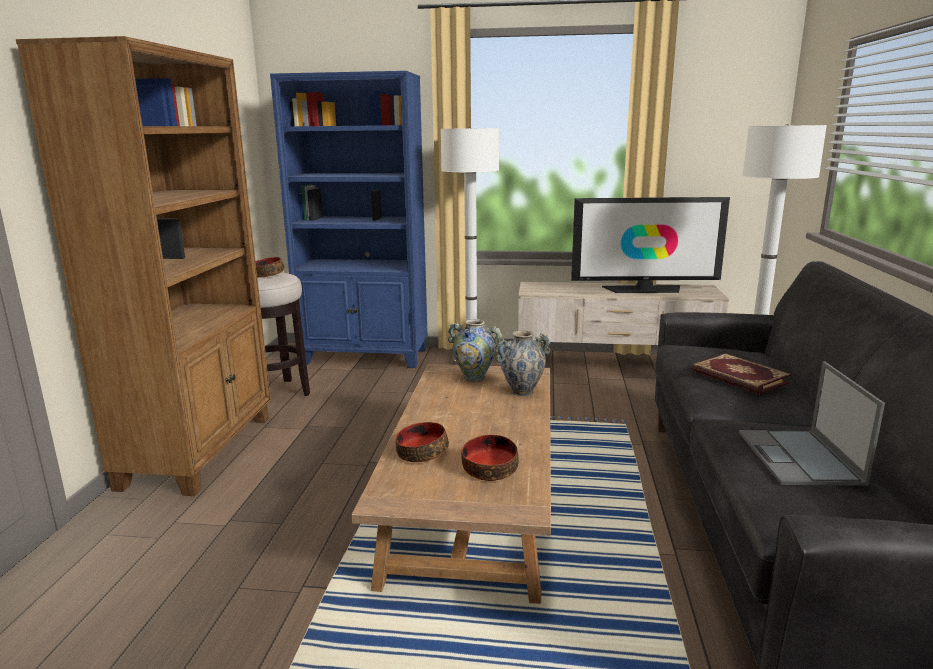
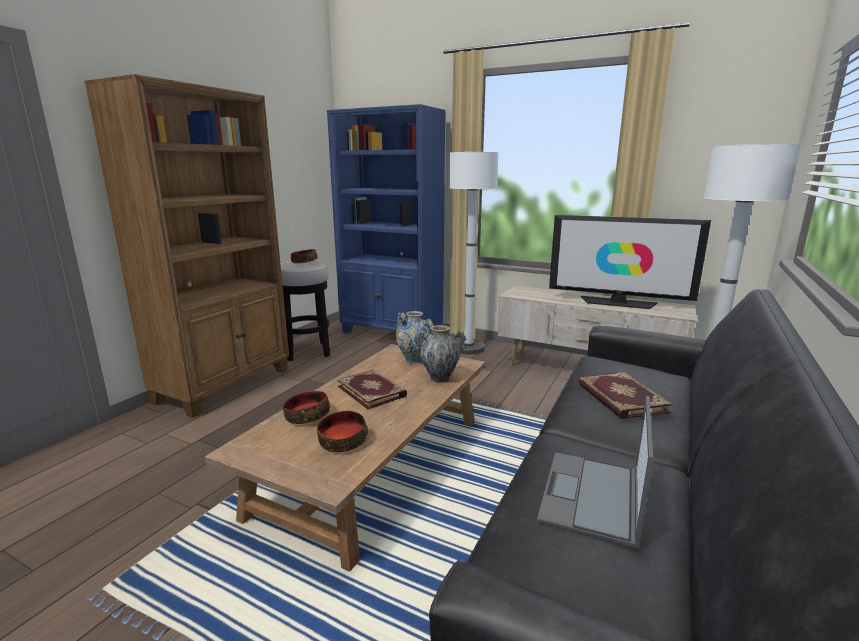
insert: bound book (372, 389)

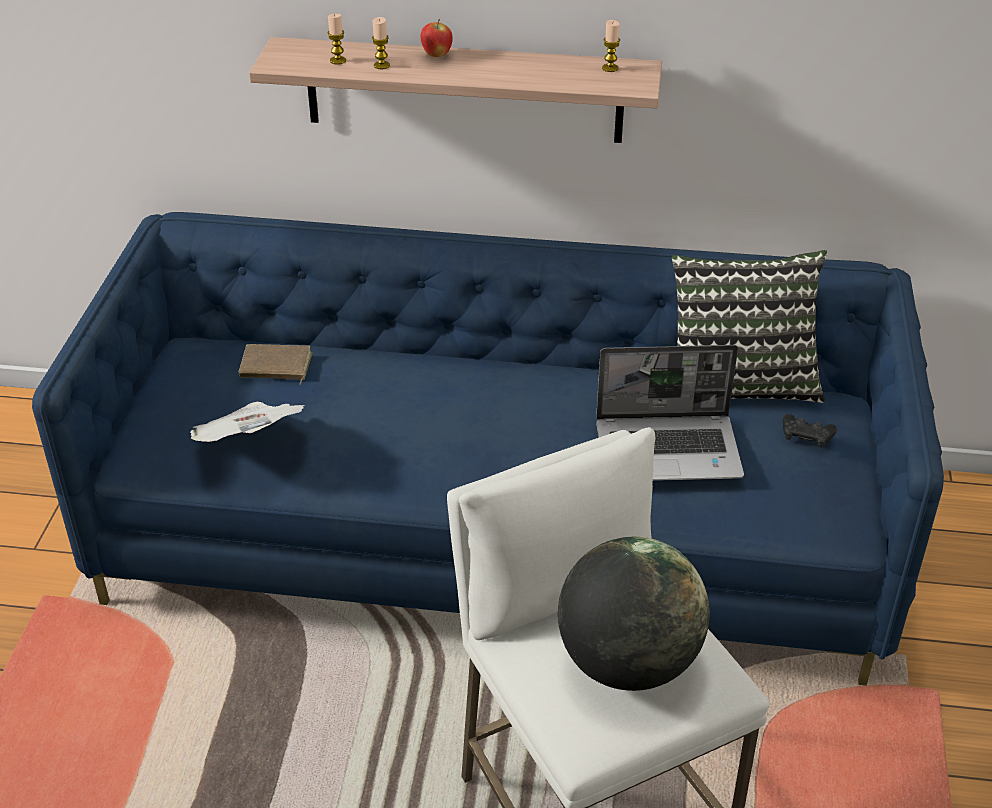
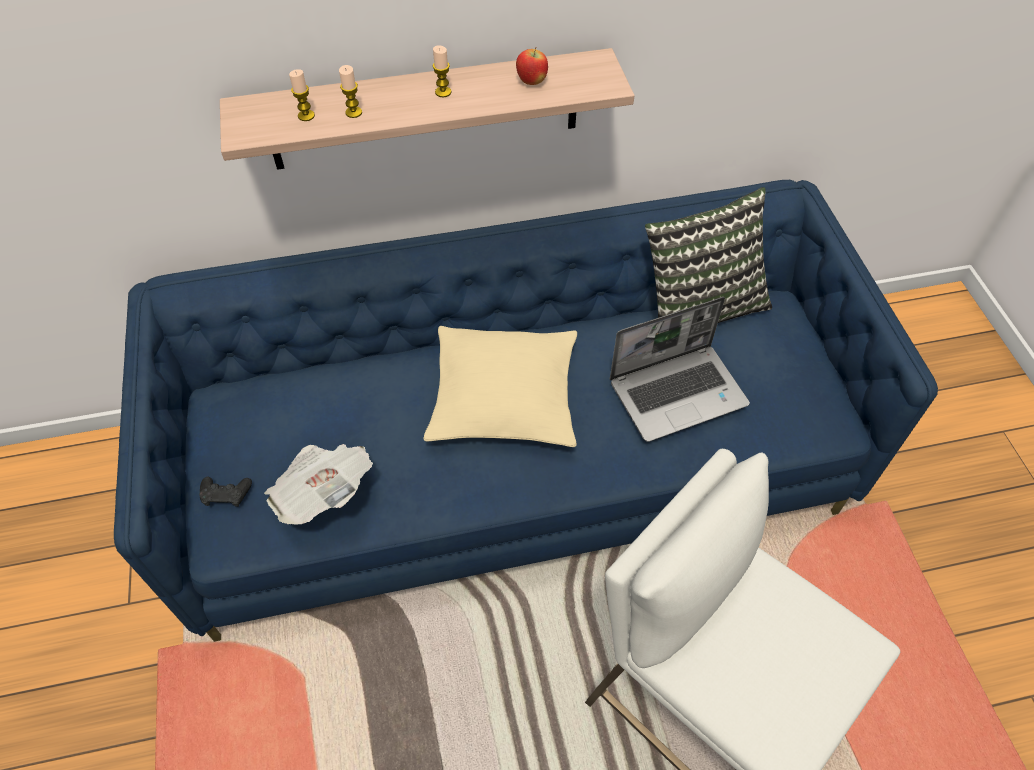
delete: bound book (brown-coloured) (275, 364); world globe (634, 614)
insert: pillow (beige) (500, 386)
move: gamepad (black) (810, 431) to (225, 492); candle (611, 46) to (442, 71); whole apple (436, 38) to (532, 66)

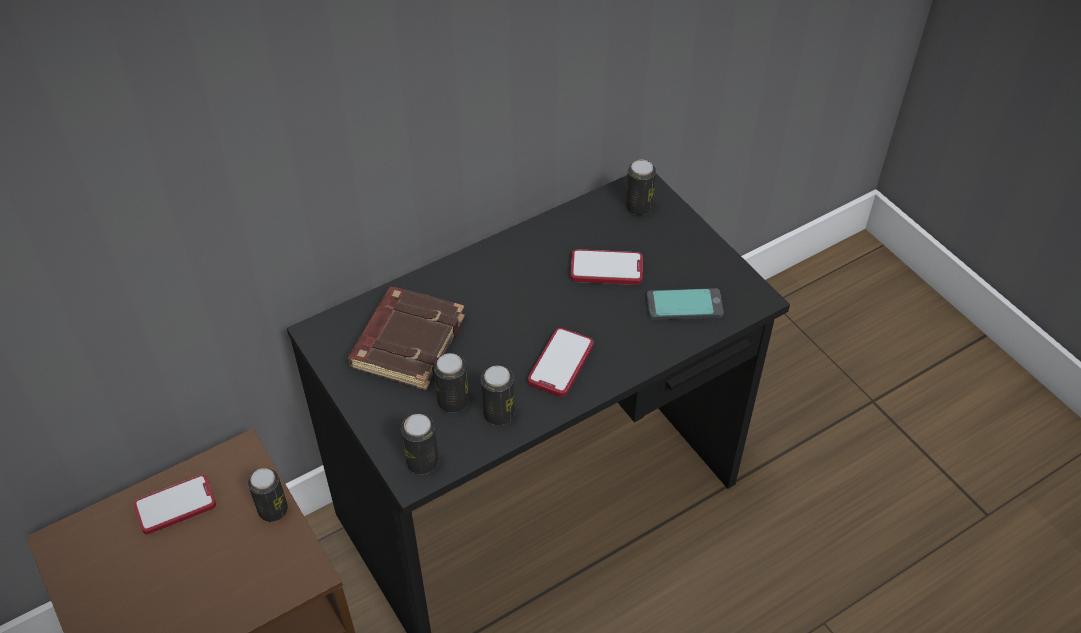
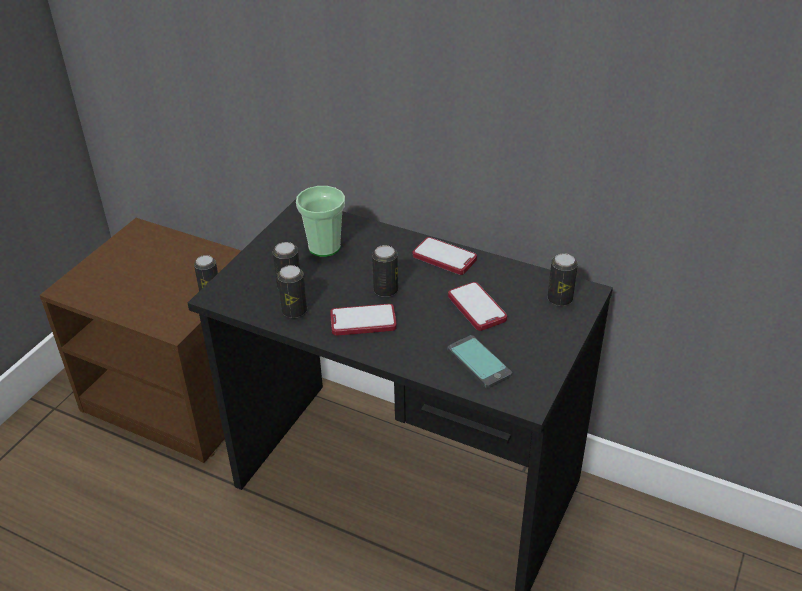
move: metal can (420, 444) to (385, 271); telephone (175, 505) to (445, 256)
replace: bound book (brown-coloured) (406, 338) to drinking cup (320, 221)

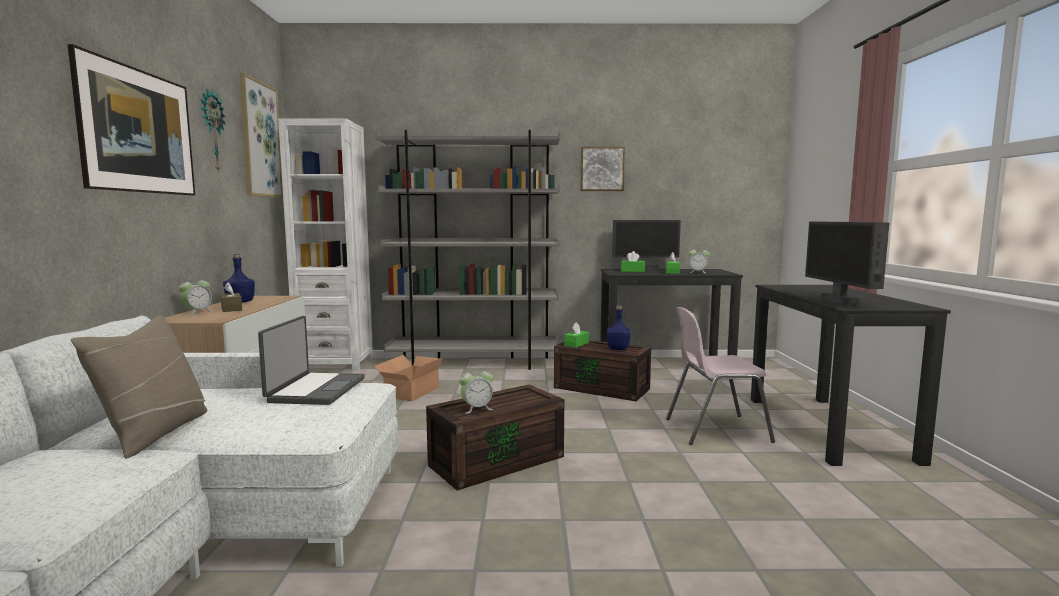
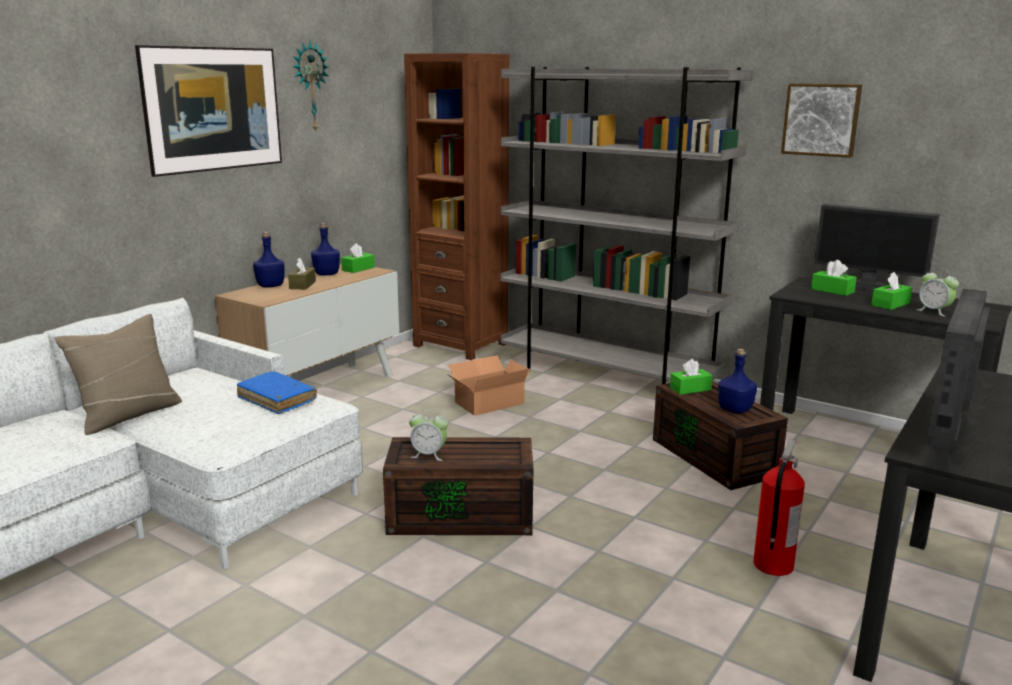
delete: wall picture (261, 135)
insert: box of tissues (greenish) (358, 258)
replace: notebook computer (311, 360) to bound book (bluish) (277, 392); bedside clock (196, 296) to drink bottle (bluish) (269, 259); upright chair (pink-coloured) (720, 376) to fire-fighting cylinder (779, 507)
recolor: shelving unit (white-coloured) (325, 244) to shelving unit (brown-coloured) (456, 206)

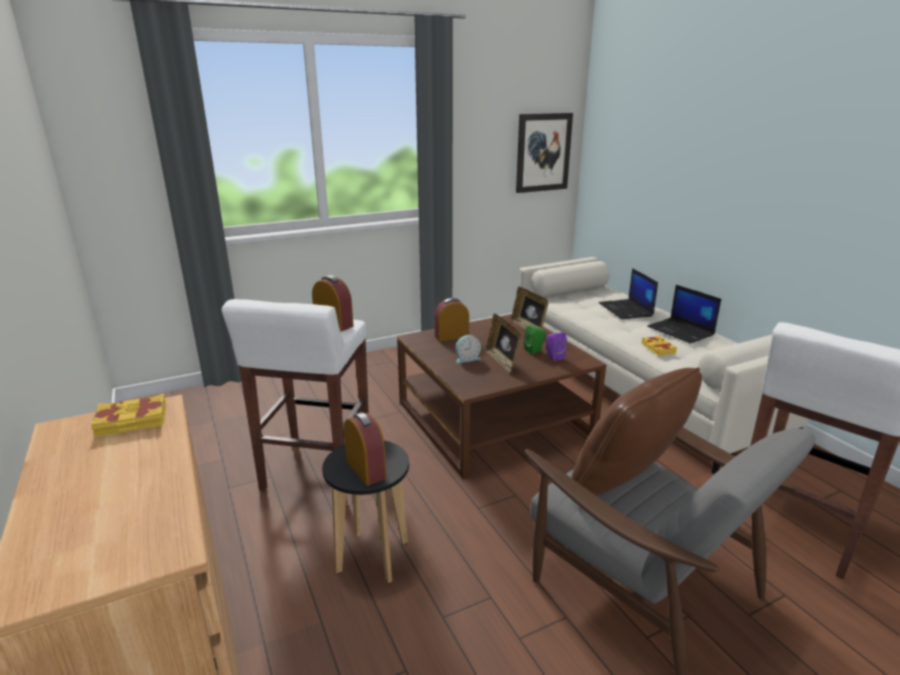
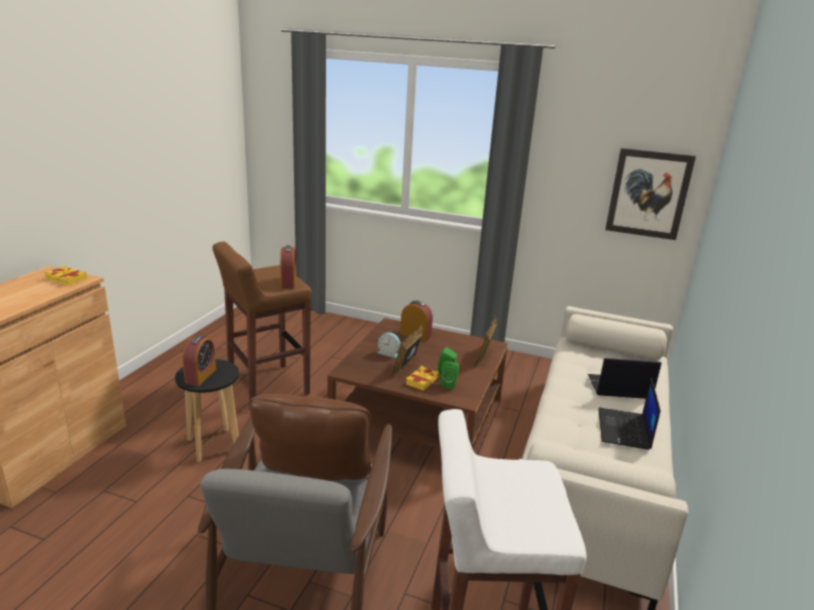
move: bound book (yellow-coloured) (659, 346) to (422, 378)
recolor: stool seat (white-coloured) (295, 395) to stool seat (brown-coloured) (262, 321); speaker (purple-coloured) (556, 346) to speaker (greenish) (449, 375)
rotate: notebook computer (628, 293) = (625, 378) 60 degrees clockwise

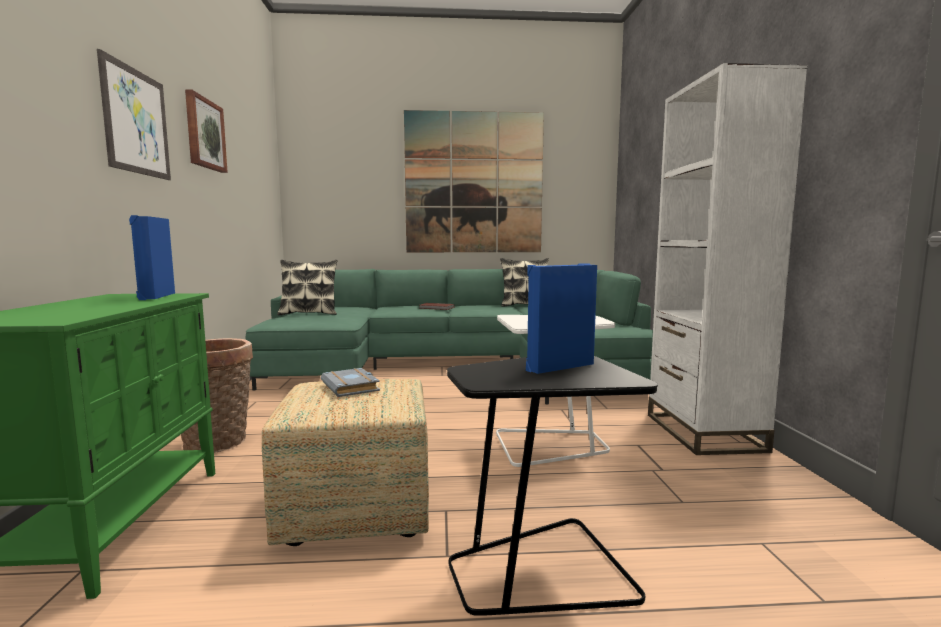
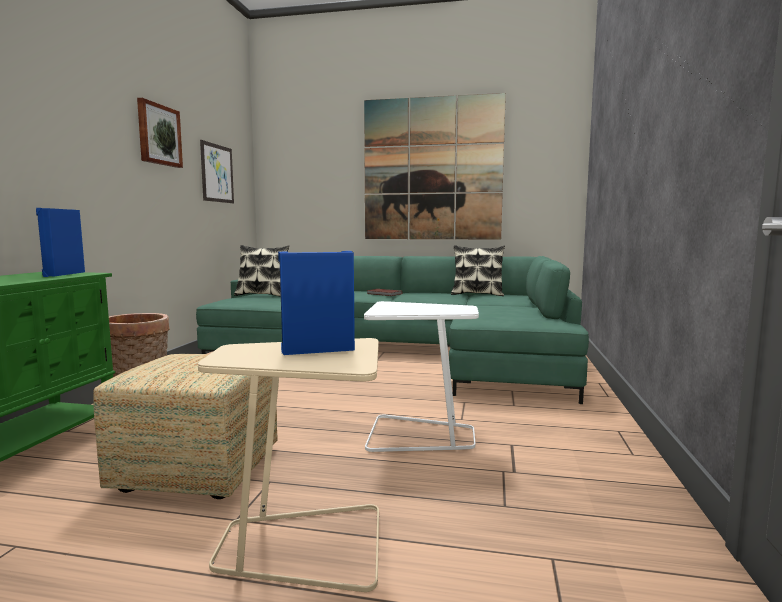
delete: bound book (gray) (350, 382); shelving unit (white-coloured) (728, 259)
move: wall picture (134, 114) to (217, 171)
recolor: accent table (black) (552, 486) to accent table (beige) (288, 465)

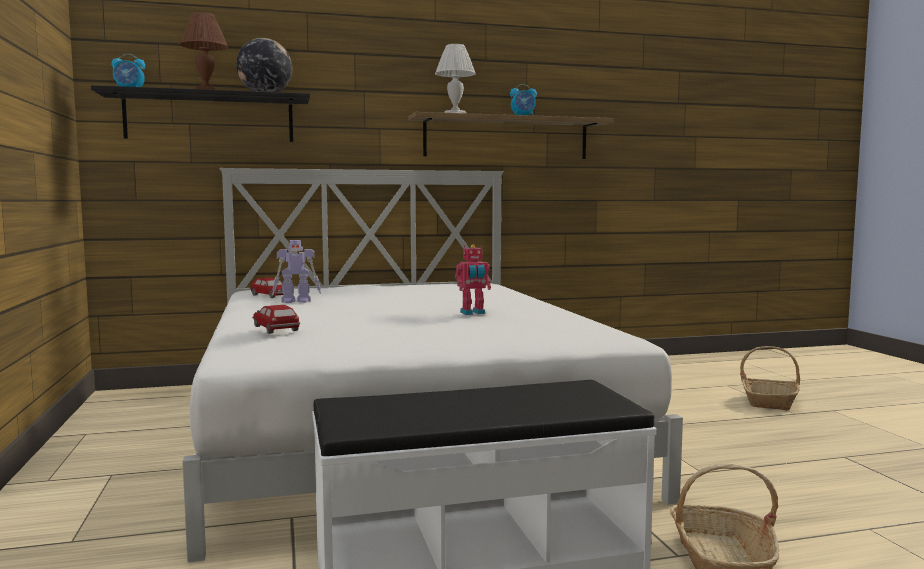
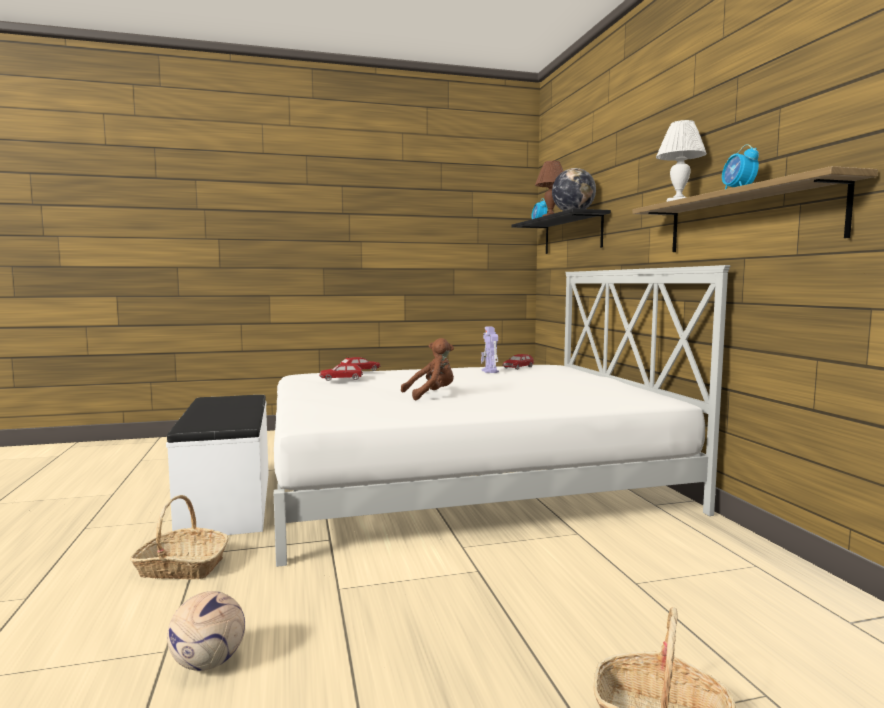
insert: football (206, 631); toy car (341, 372)
replace: toy robot (473, 279) to soft toy (brown-coloured) (427, 369)

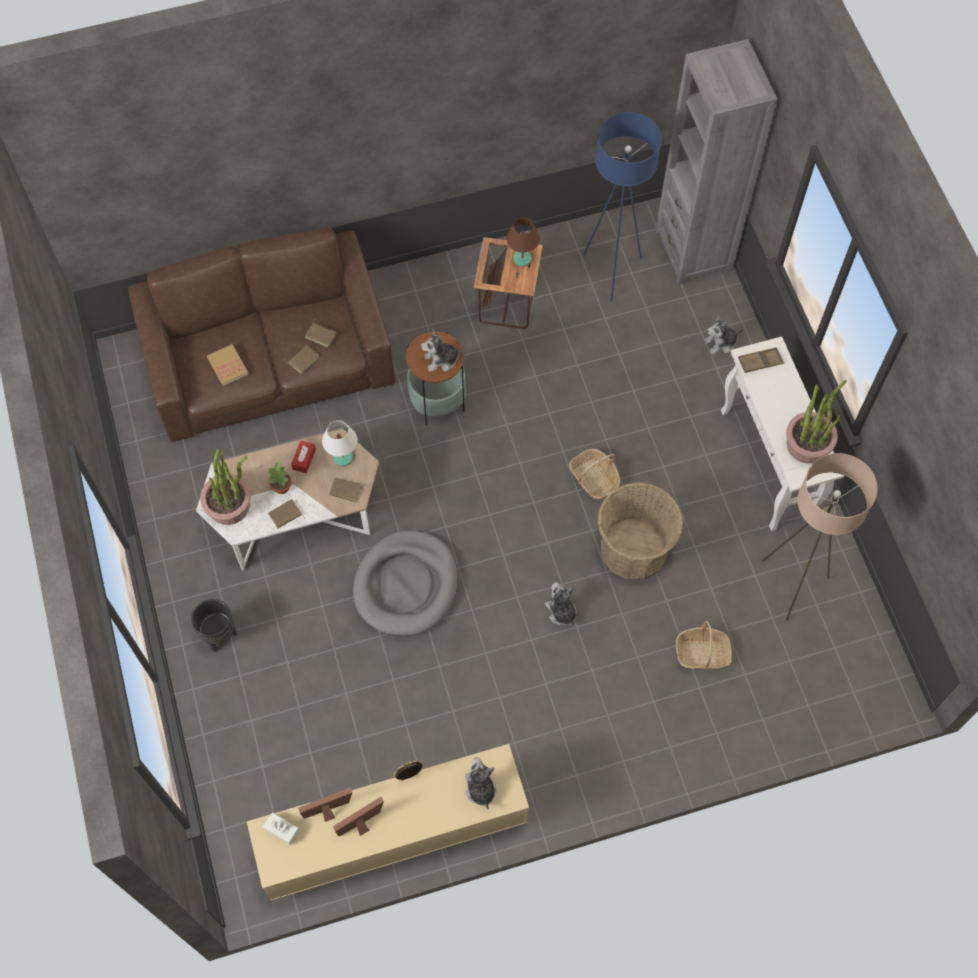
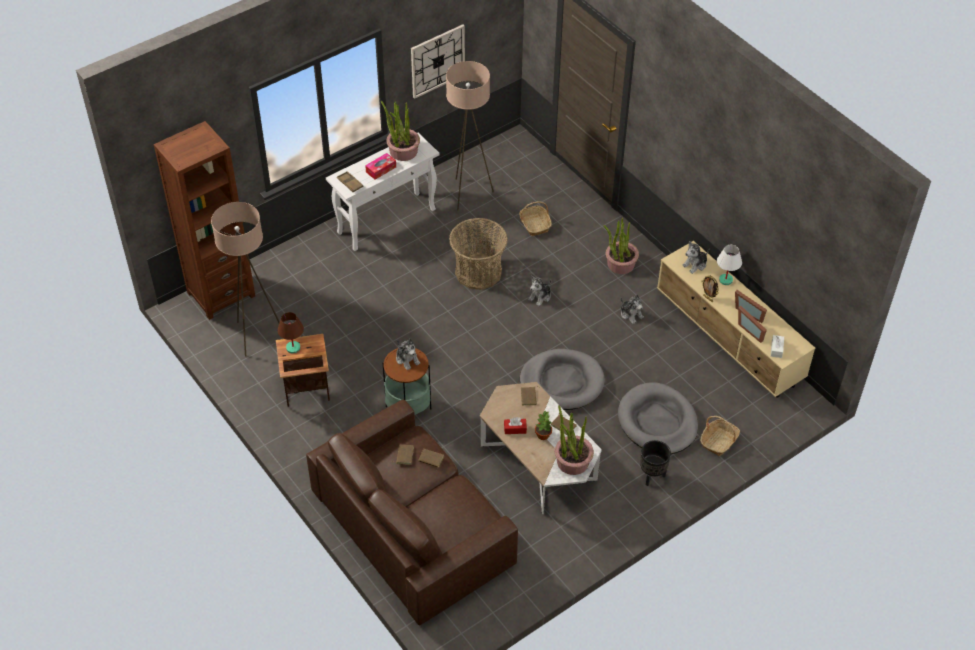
delete: bound book (228, 365)
insert: box of tissues (380, 166); hanging clock (438, 61); plant in a pot (621, 246); dog bed (gray) (658, 418)
move: soft toy (724, 334) to (632, 309); household basket (594, 474) to (720, 436); lamp for a table (white-coloured) (340, 443) to (729, 265)
recolor: shelving unit (gray) (716, 162) to shelving unit (brown-coloured) (204, 220); standing lamp (bluish) (622, 207) to standing lamp (beige) (245, 279)

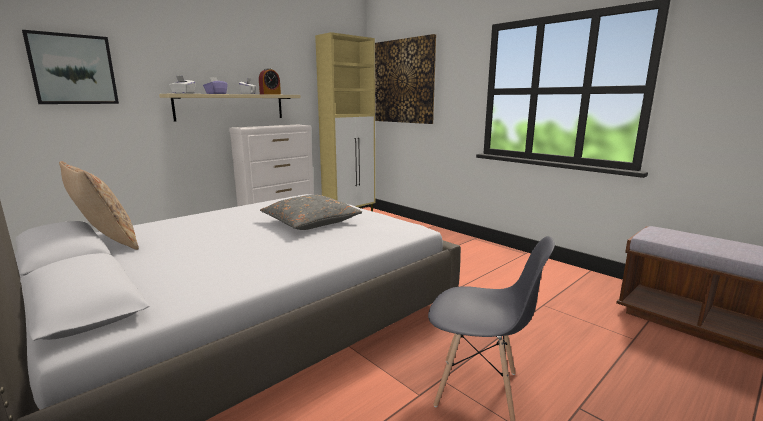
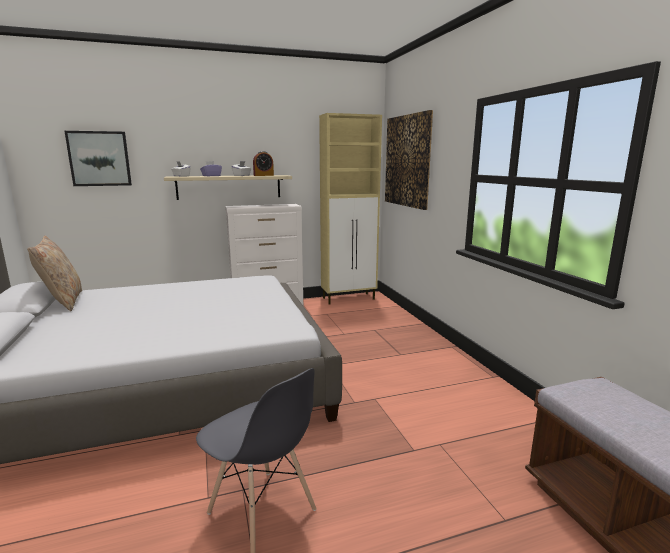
delete: pillow (gray) (311, 212)

